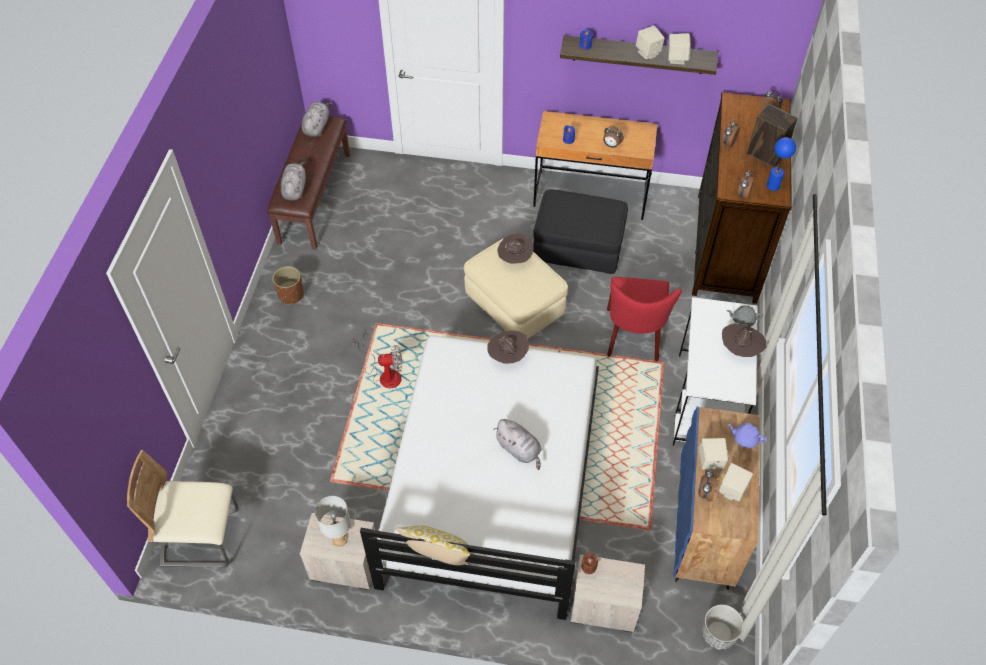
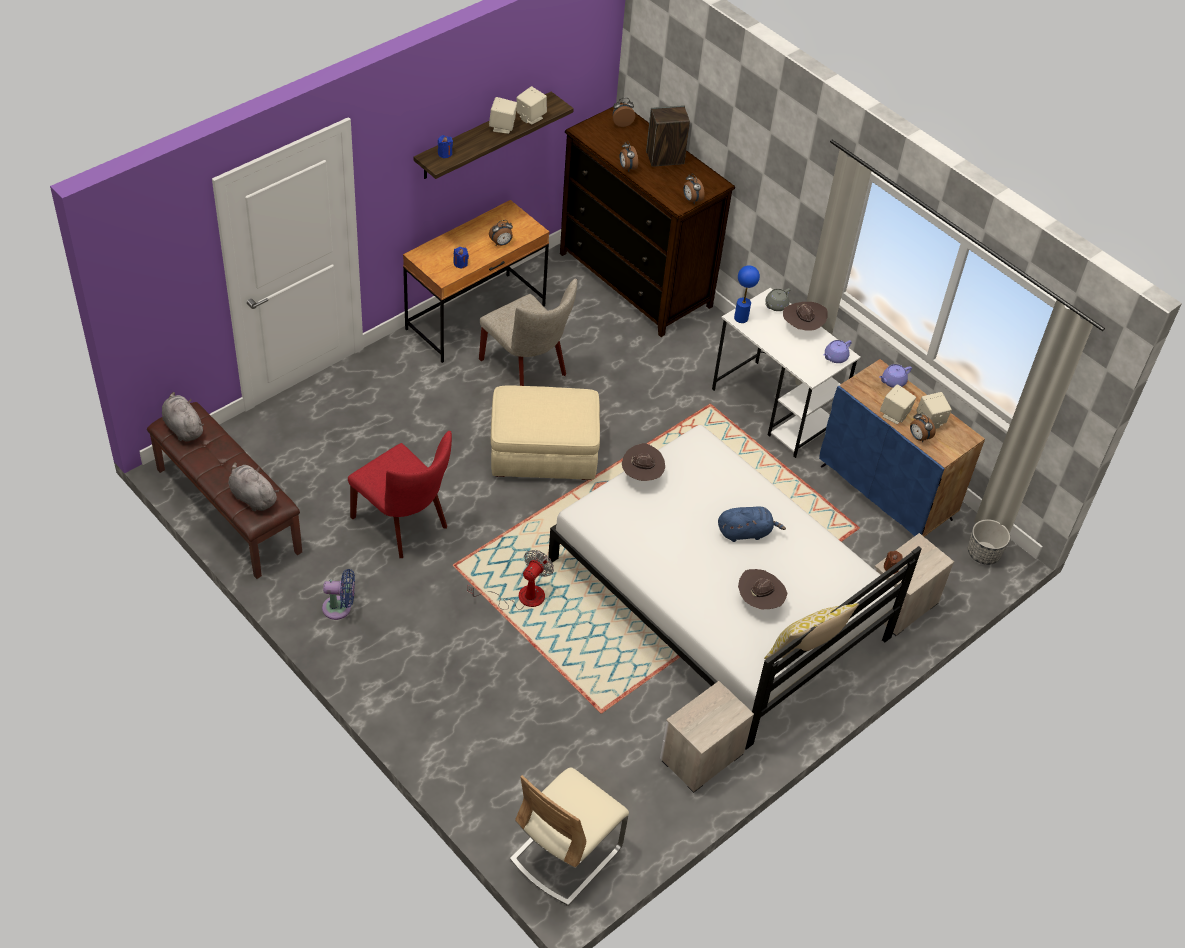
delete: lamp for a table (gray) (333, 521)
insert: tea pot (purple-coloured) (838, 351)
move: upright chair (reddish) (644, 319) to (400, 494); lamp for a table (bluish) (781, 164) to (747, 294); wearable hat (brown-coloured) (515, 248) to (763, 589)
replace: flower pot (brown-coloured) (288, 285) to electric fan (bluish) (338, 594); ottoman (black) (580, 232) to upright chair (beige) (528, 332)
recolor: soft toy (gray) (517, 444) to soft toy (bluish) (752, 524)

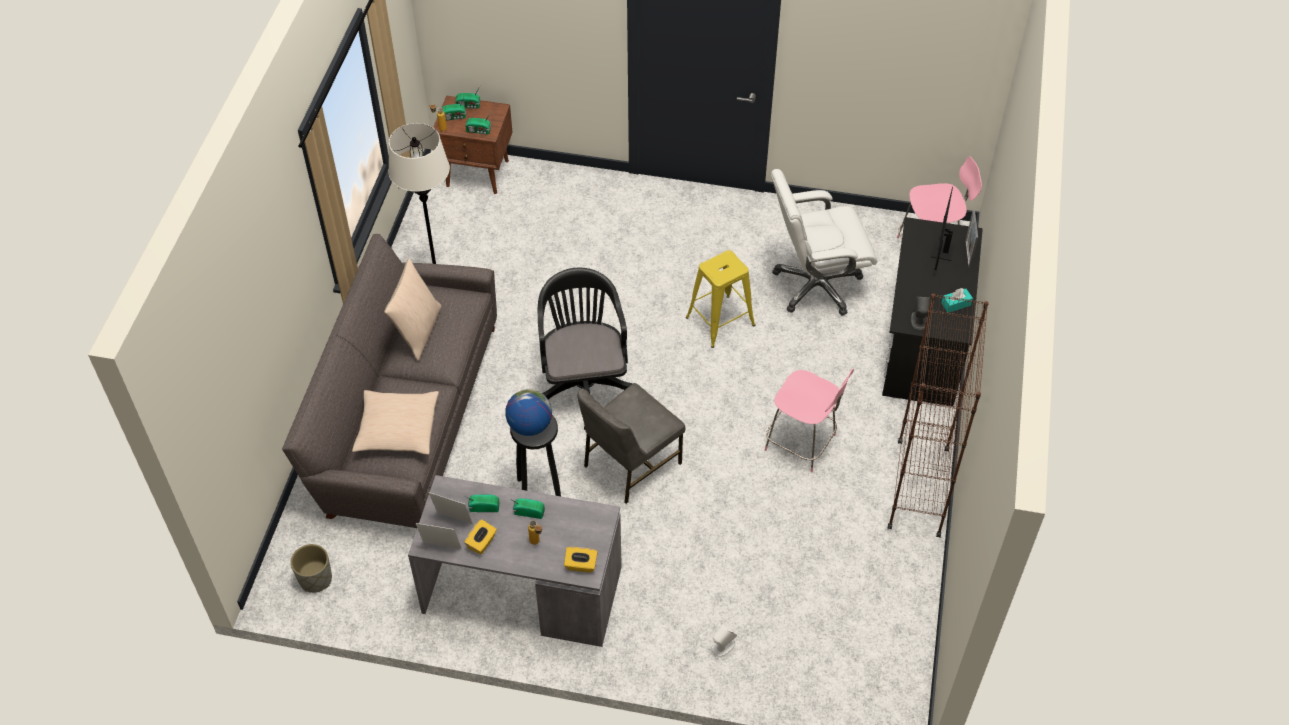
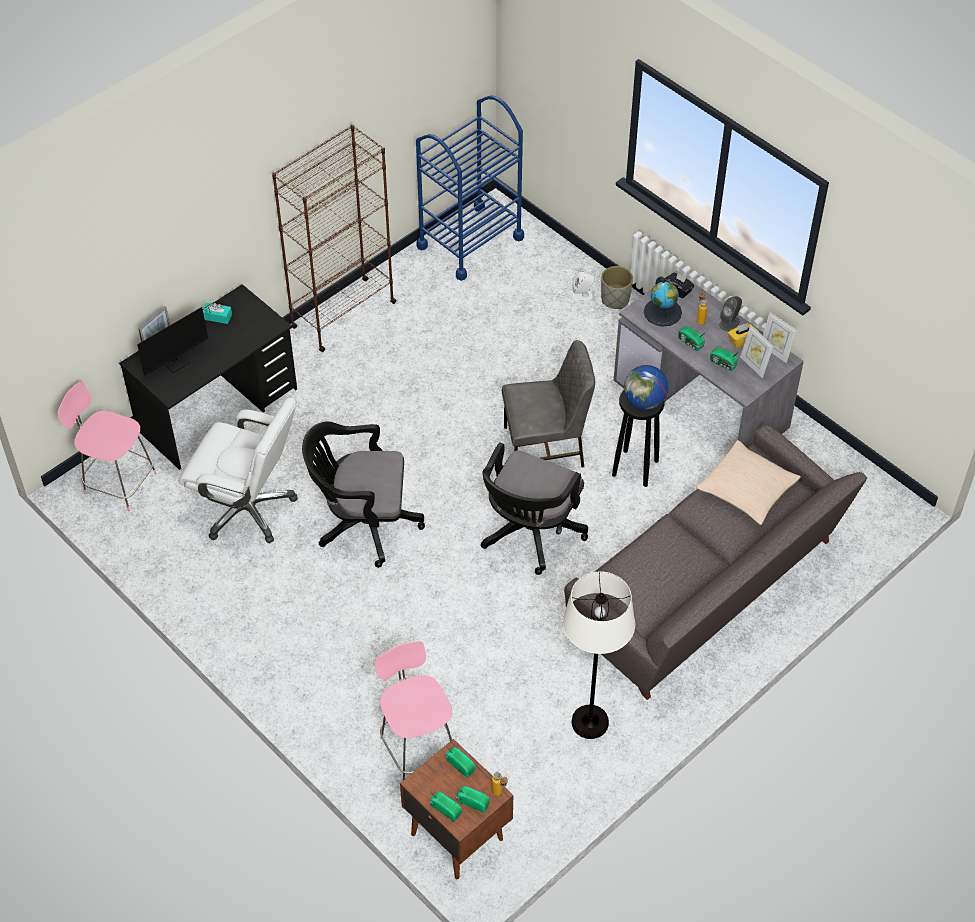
delete: pillow (beige) (413, 309)
insert: wheeled cart (bluish) (470, 188); world globe (663, 301)
move: upright chair (pink-coloured) (809, 421) to (413, 710); flower pot (gray) (311, 568) to (617, 287); speaker (gray) (920, 313) to (730, 313)
replace: stool seat (yellow-coloured) (720, 299) to office chair (black) (363, 494)
recolor: box of tissues (yellow-coloured) (581, 560) to box of tissues (black) (679, 285)

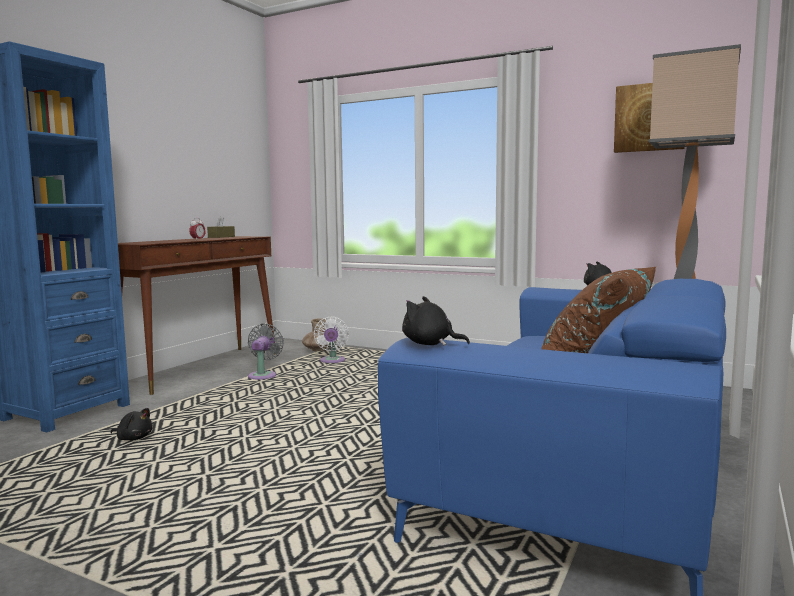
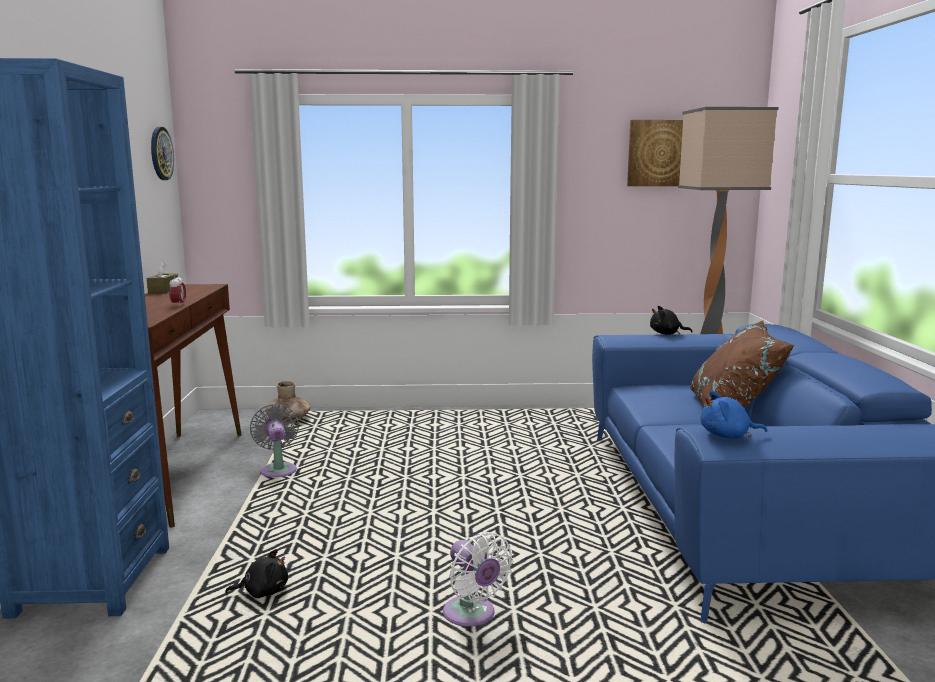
insert: hanging clock (162, 153)
move: electric fan (white-coloured) (331, 339) to (478, 579)
recolor: soft toy (black) (436, 321) to soft toy (bluish) (734, 414)

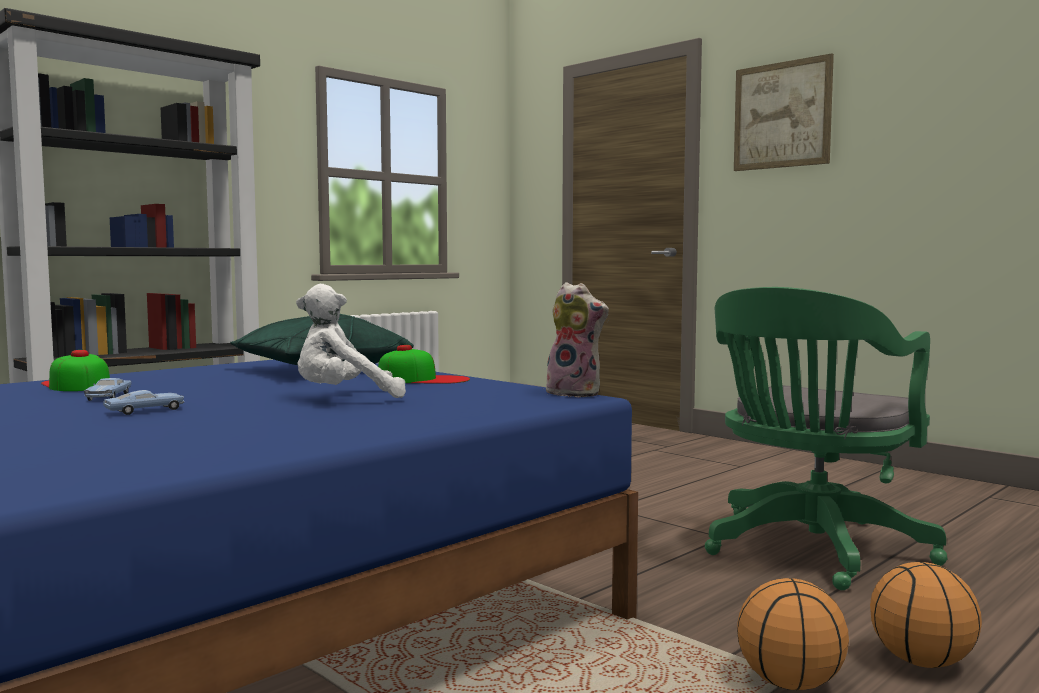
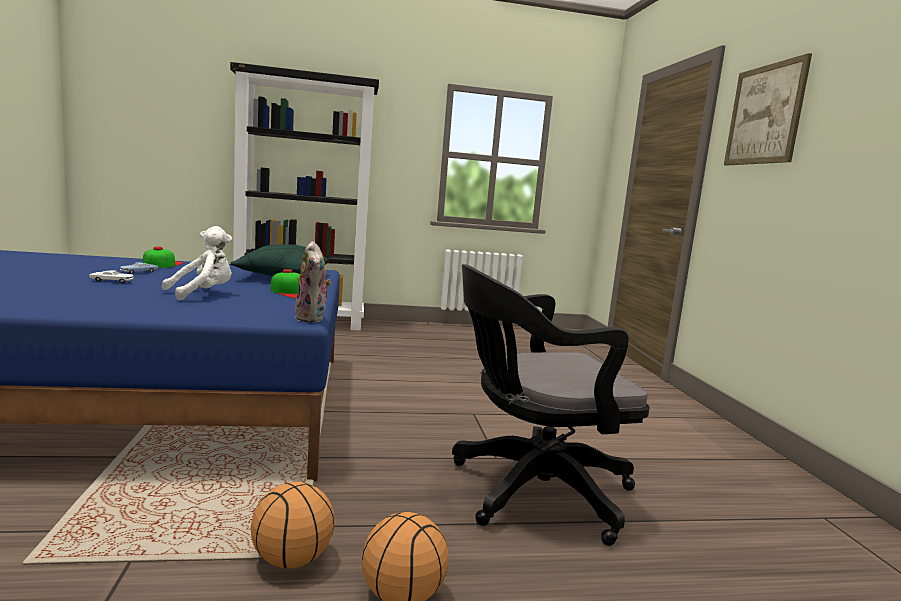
recolor: toy car (bluish) (144, 402) to toy car (white-coloured) (111, 276); office chair (greenish) (826, 438) to office chair (black) (551, 405)
rotate: soft toy (white-coloured) (351, 341) = (197, 263) 120 degrees clockwise

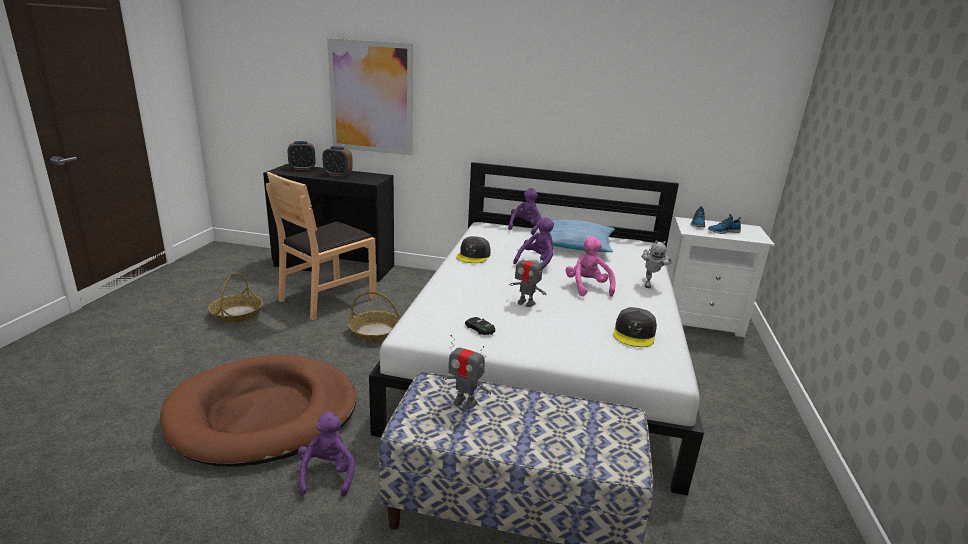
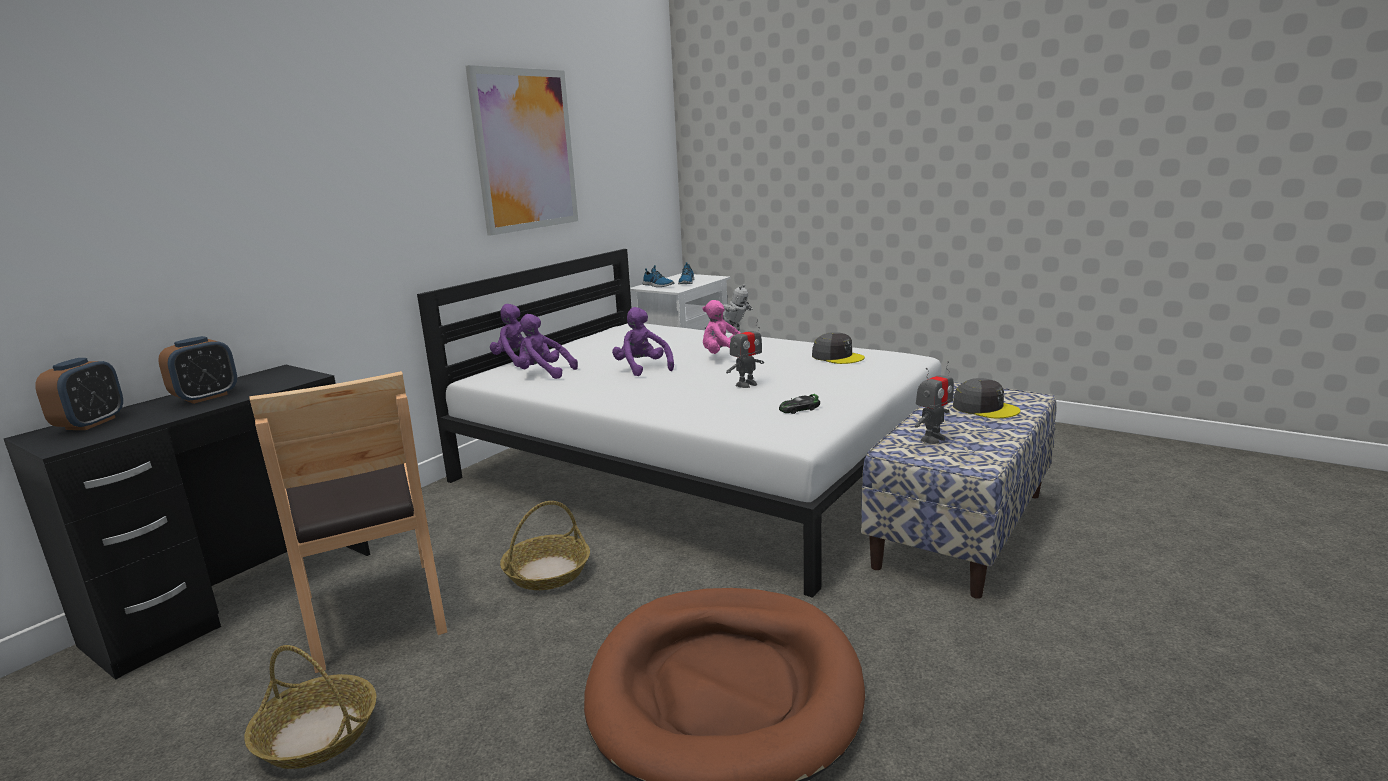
delete: pillow (582, 235)
move: wall picture (370, 96) to (522, 150); soft toy (purple-coloured) (326, 454) to (547, 346); peaked cap (gray) (473, 249) to (986, 398)

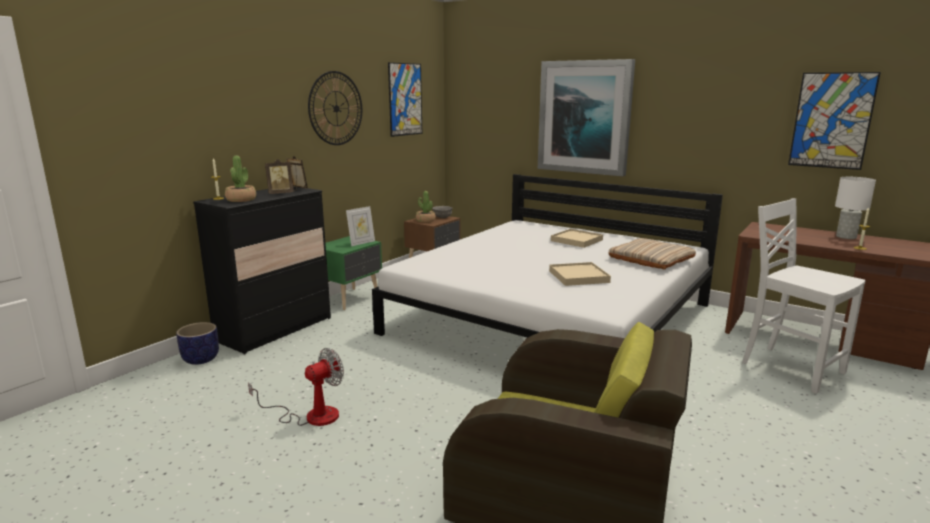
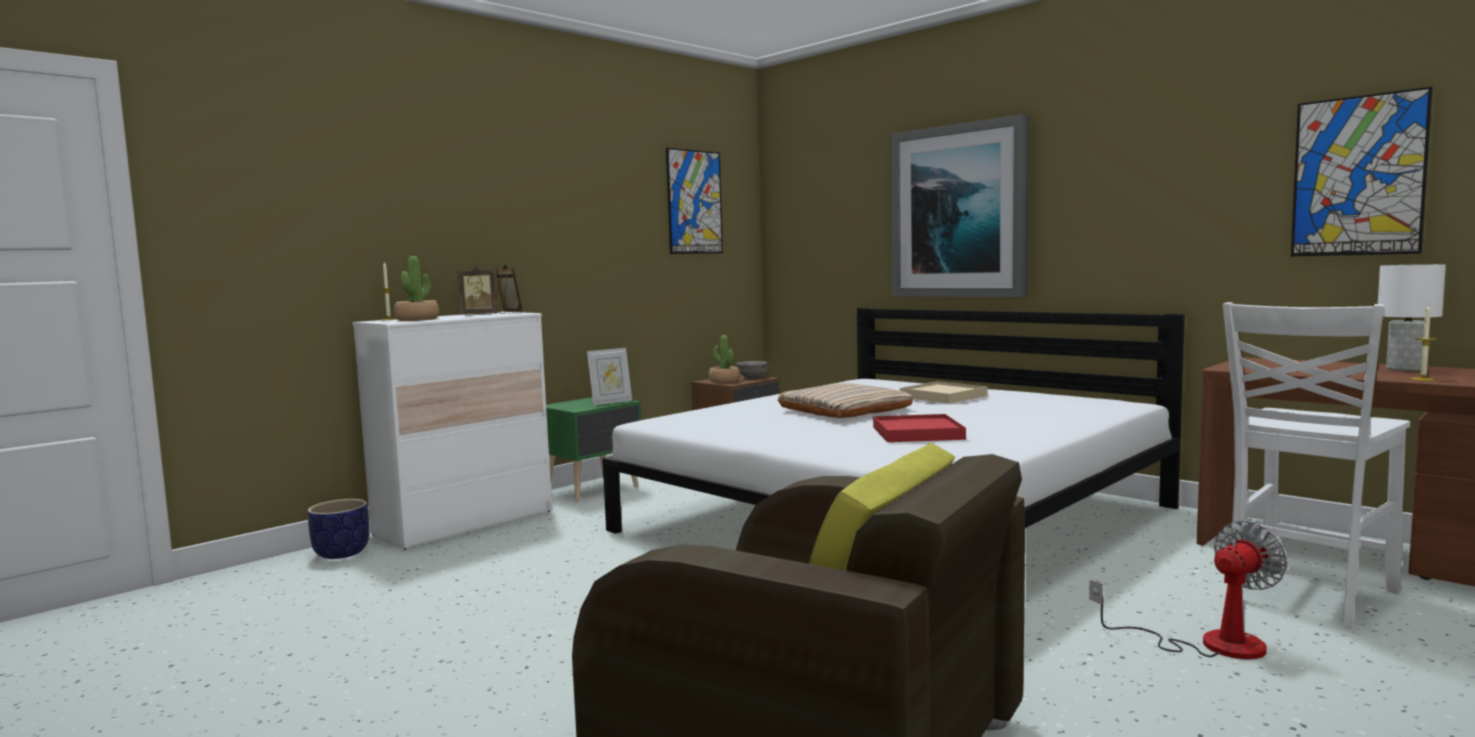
delete: hanging clock (335, 108)
move: pillow (beige) (652, 253) to (845, 400); electric fan (296, 387) to (1188, 590)
recolor: chest of drawers (black) (262, 270) to chest of drawers (white-coloured) (452, 431); carrying tray (beige) (580, 274) to carrying tray (reddish) (919, 428)
rotate: upright chair (white-coloured) (804, 296) = (1316, 465) 105 degrees counterclockwise

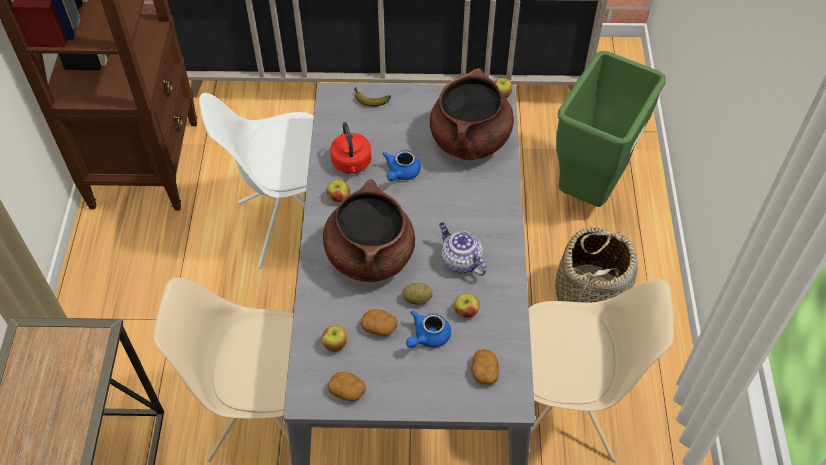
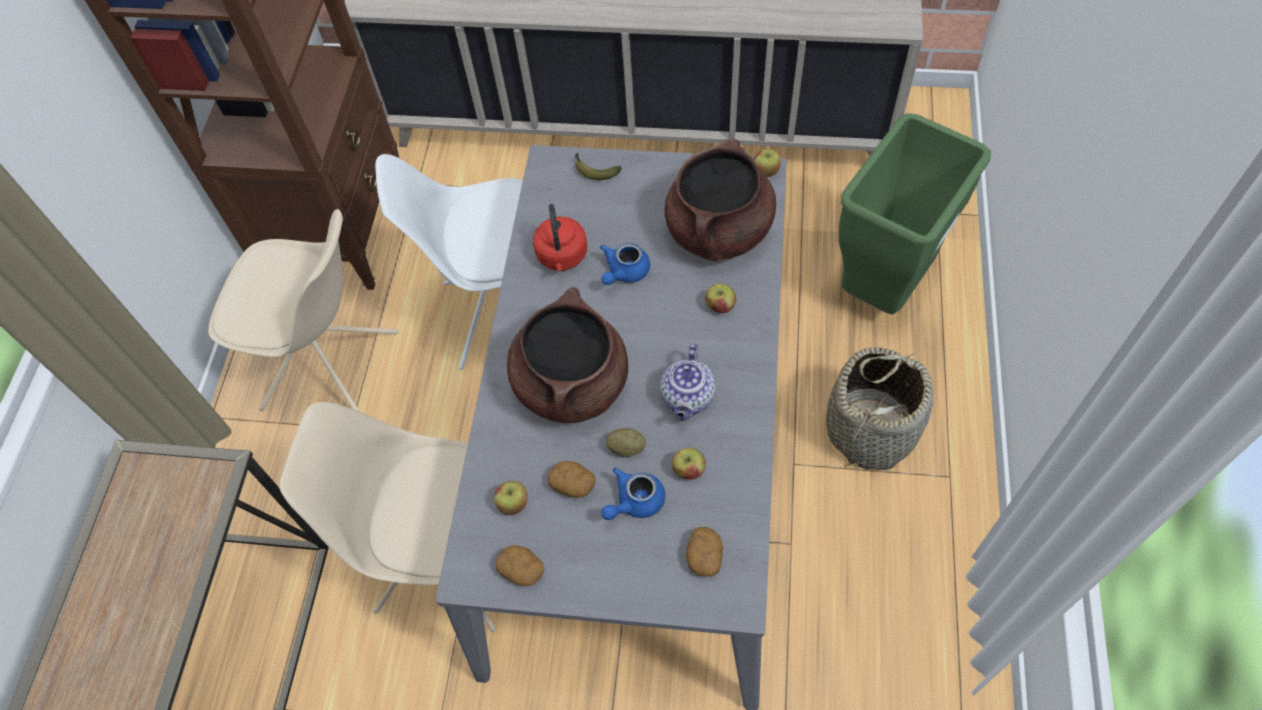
move: upright chair (beige) (601, 370) to (303, 310); whole apple (338, 191) to (720, 298)
rotate: tea pot (463, 249) = (688, 382) 135 degrees counterclockwise

